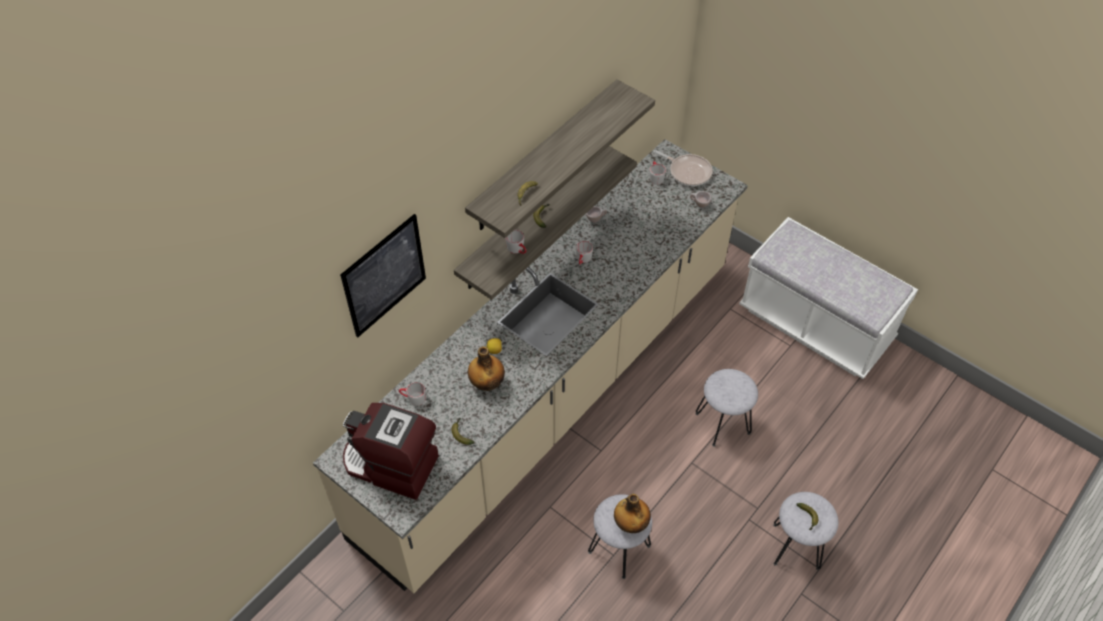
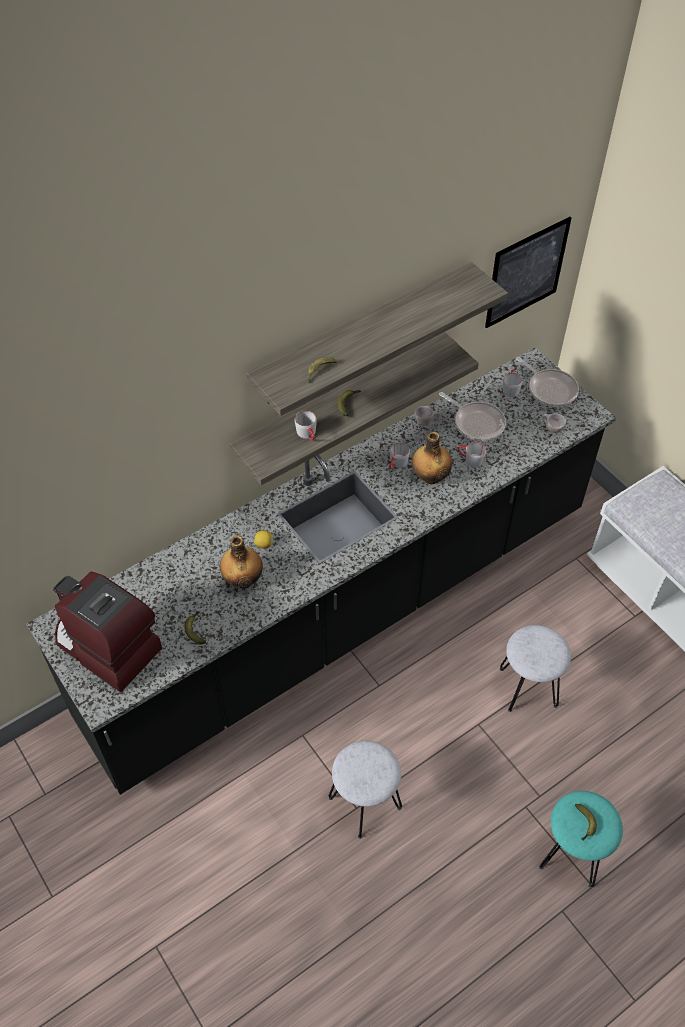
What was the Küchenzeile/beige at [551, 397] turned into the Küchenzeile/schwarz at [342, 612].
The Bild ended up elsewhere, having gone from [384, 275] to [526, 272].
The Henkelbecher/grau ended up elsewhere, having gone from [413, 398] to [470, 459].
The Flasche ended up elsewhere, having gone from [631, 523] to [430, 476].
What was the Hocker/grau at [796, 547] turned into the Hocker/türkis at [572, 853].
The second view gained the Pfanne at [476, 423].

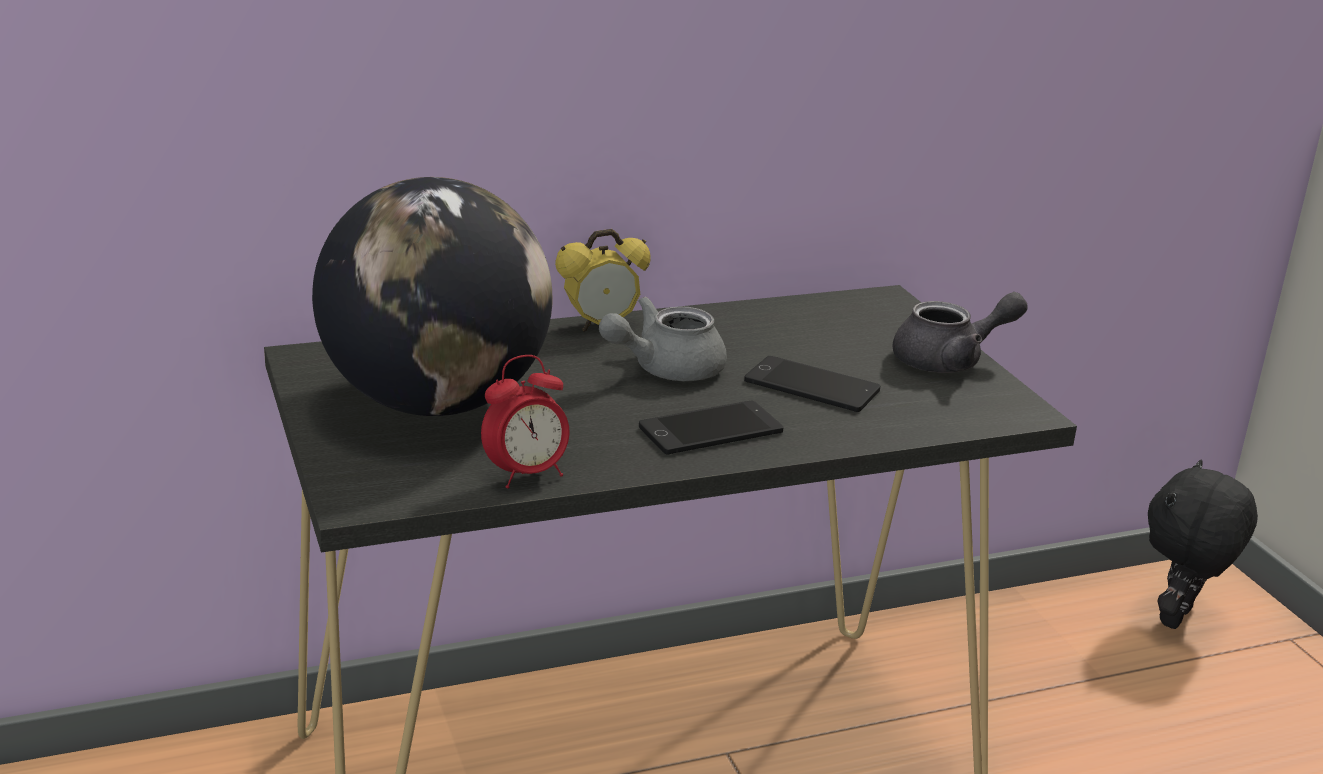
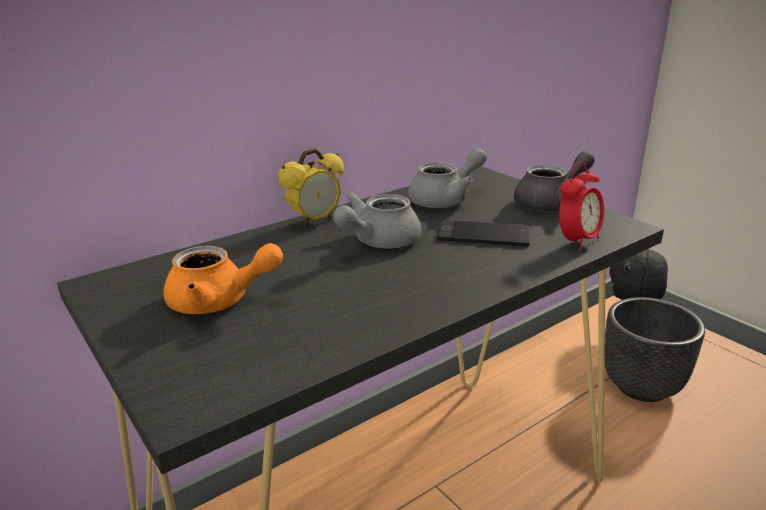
Where the Globus stood at [435, 403], the Teekanne/orange came to stand at [219, 301].
The Wecker ended up elsewhere, having gone from [526, 475] to [577, 241].
The second view lost the Handy at [711, 429].
The second view gained the Teekanne/grau at [446, 200].
The second view gained the Pflanzkübel/schwarz at [642, 386].

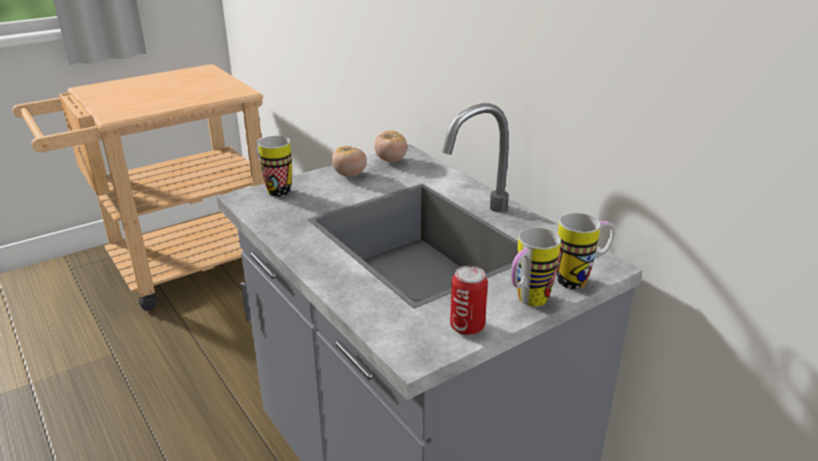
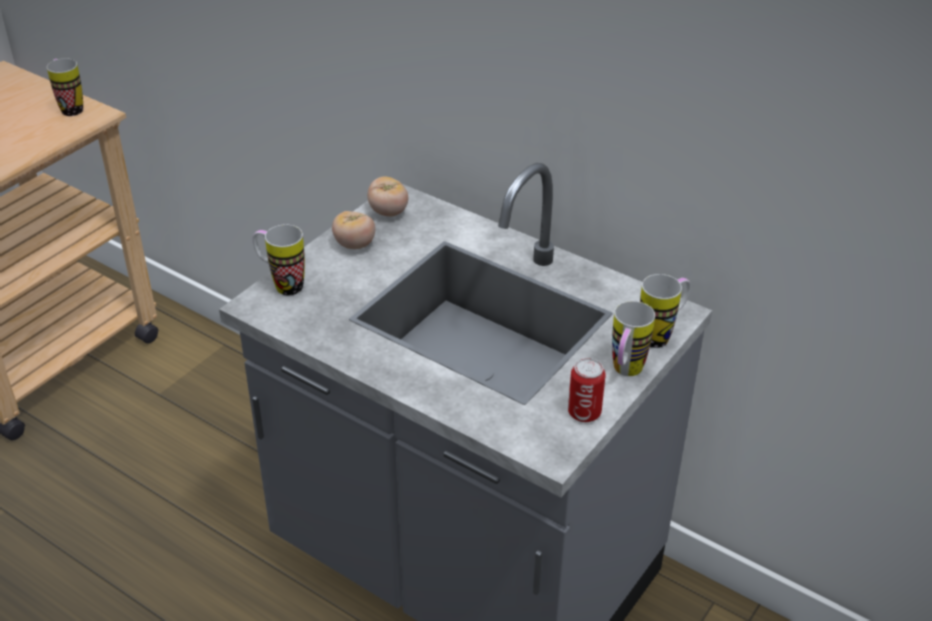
The second view gained the Henkelbecher at [70, 107].

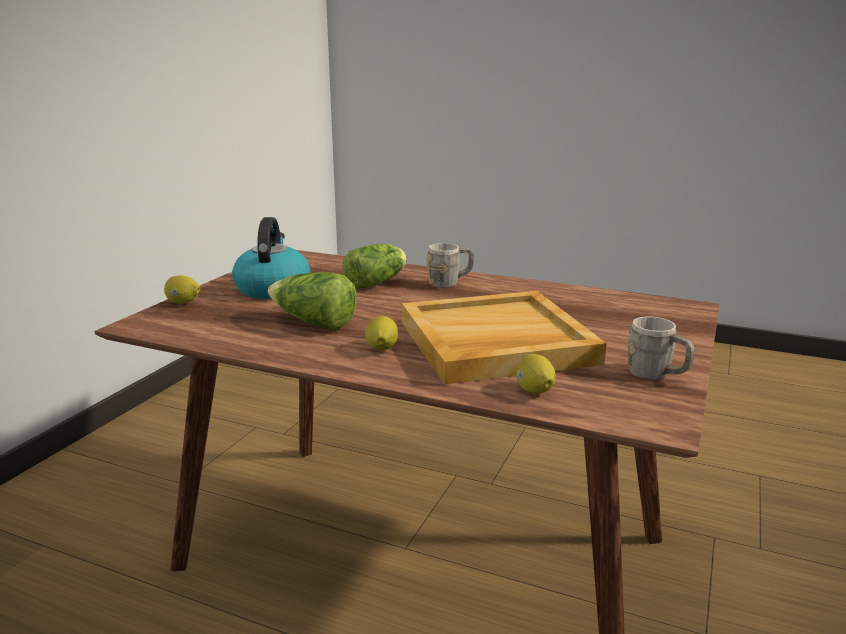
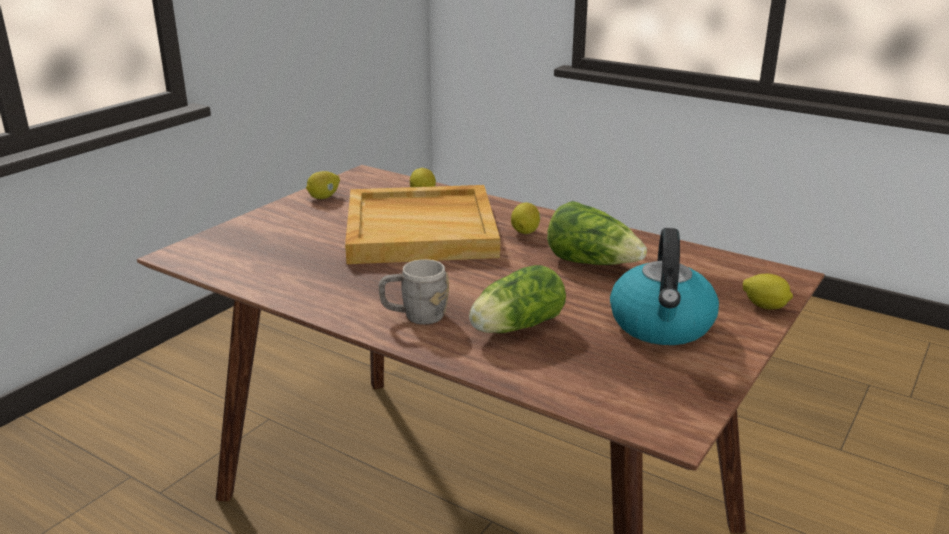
Where the Henkelbecher/grau stood at [656, 375], the Zitrone came to stand at [324, 197].

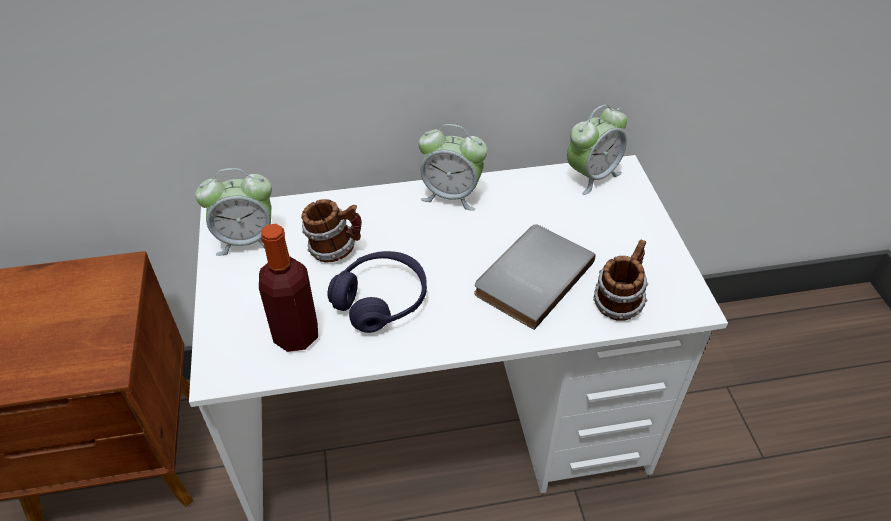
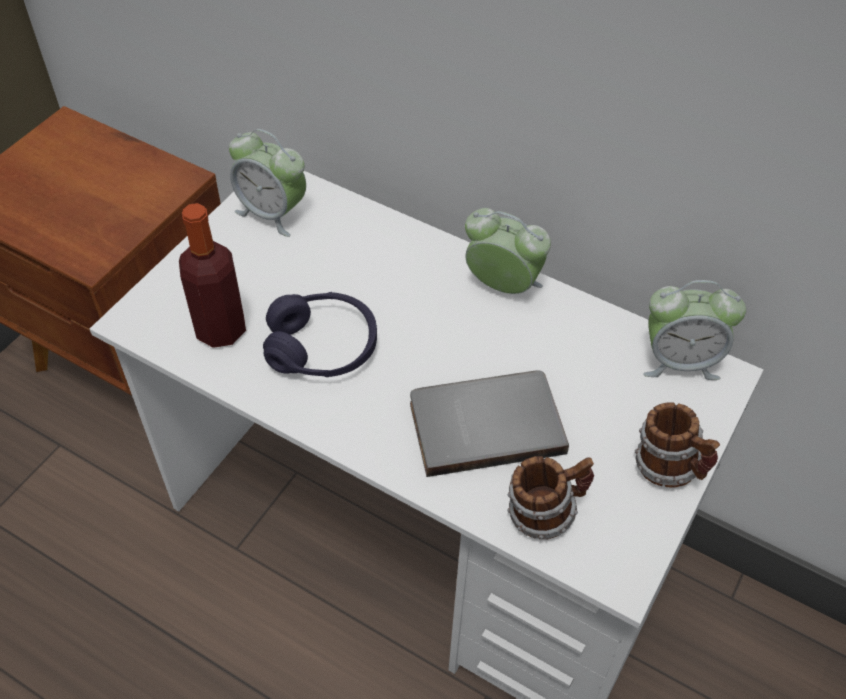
The Henkelbecher ended up elsewhere, having gone from [335, 249] to [669, 468].
The Wecker at [451, 195] ended up facing another way, 150 degrees clockwise from before.

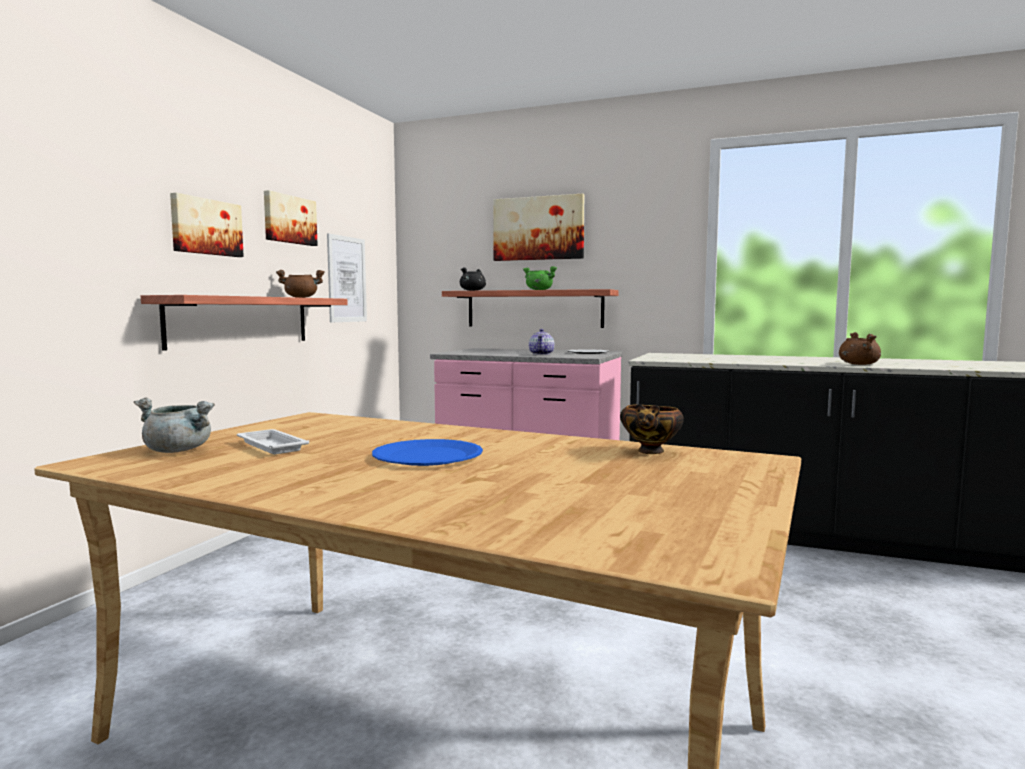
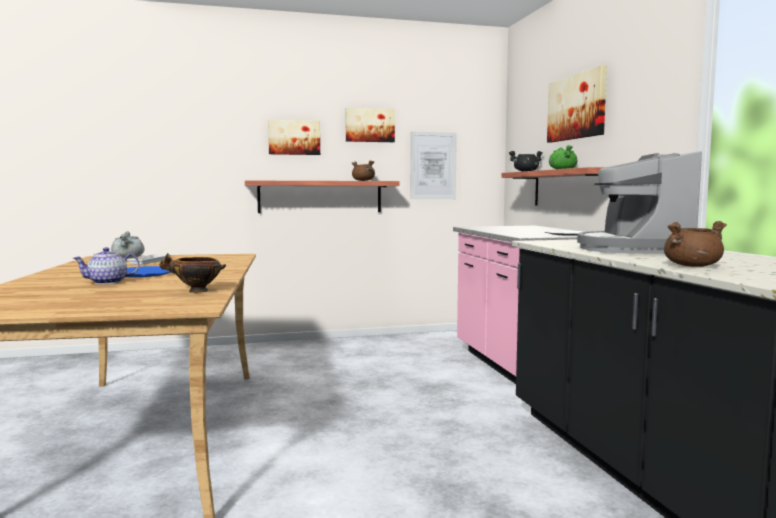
The Teekanne ended up elsewhere, having gone from [541, 354] to [108, 282].
The second view gained the Kaffeemaschine at [633, 249].

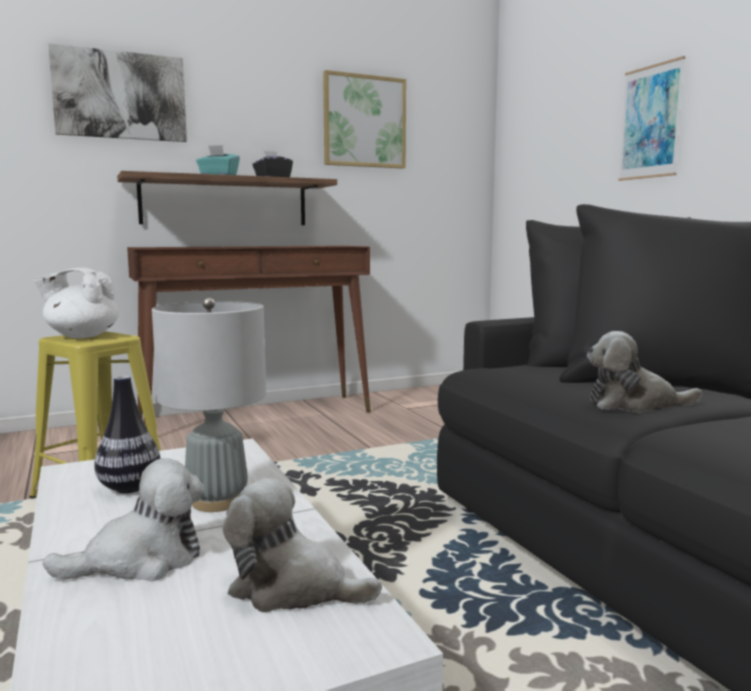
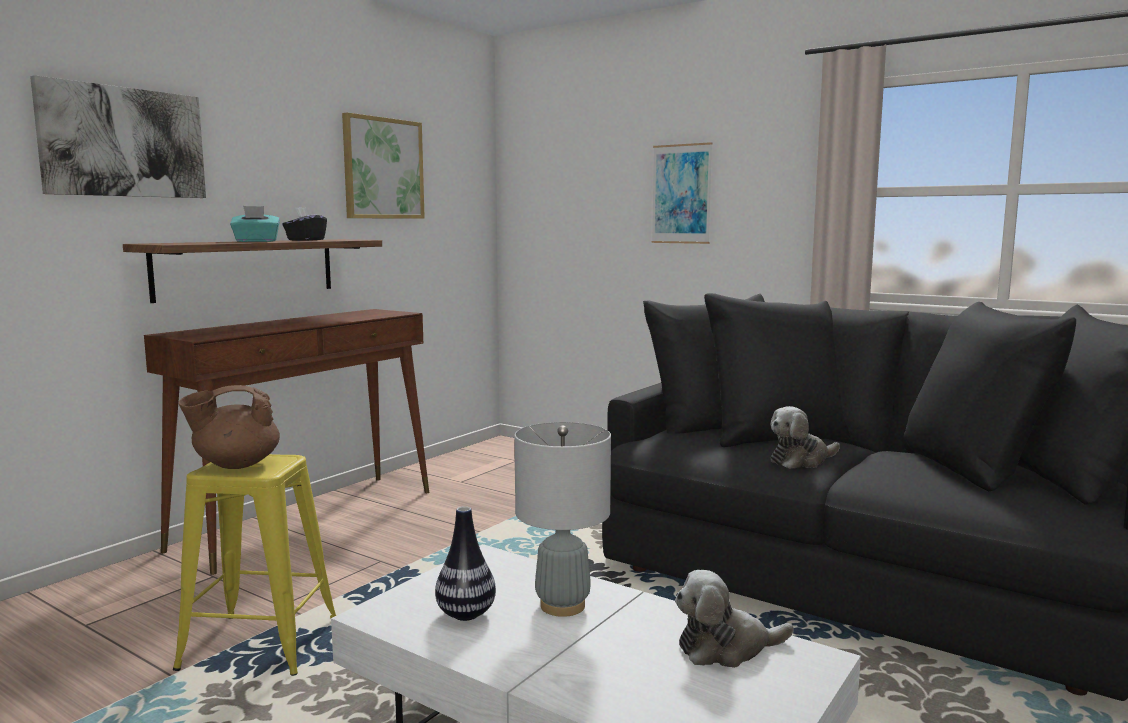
What was the Teekanne/weiß at [81, 336] turned into the Teekanne/braun at [235, 465].
The second view lost the Plüschtier at [141, 560].

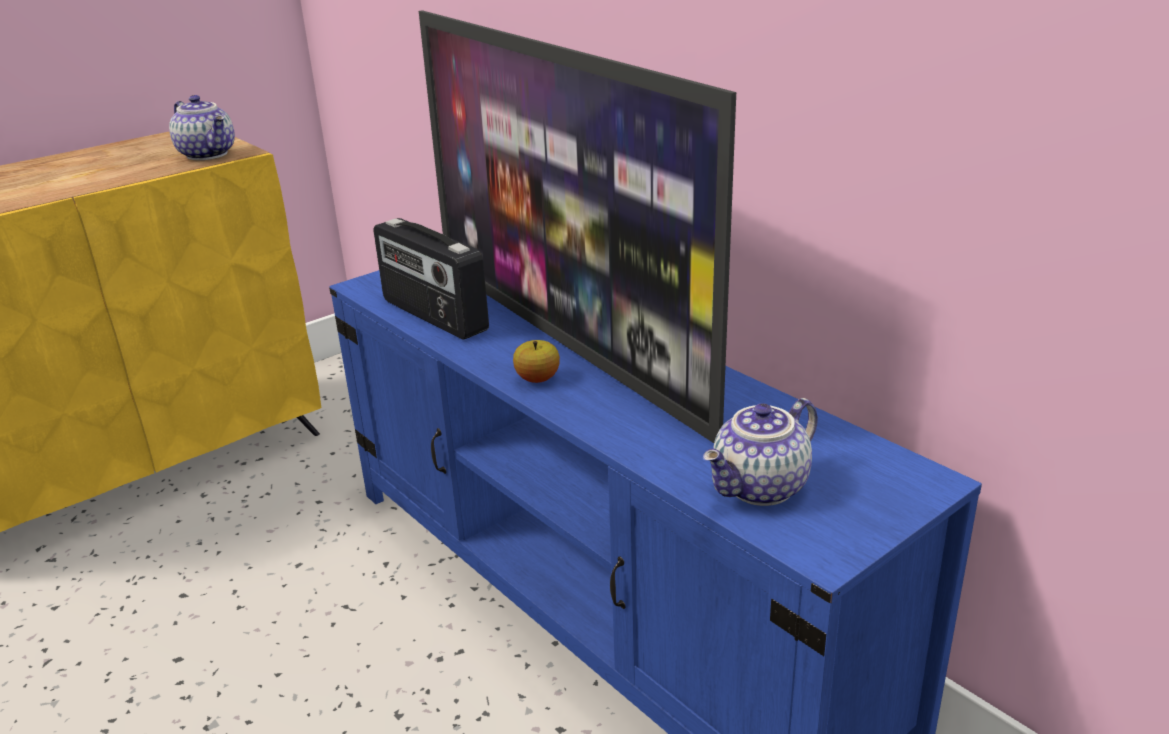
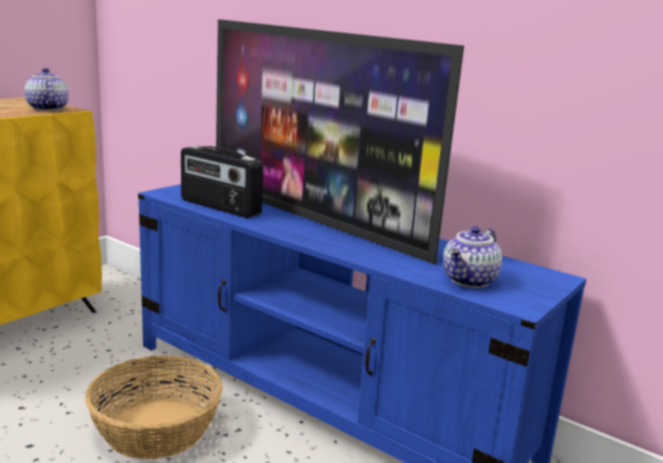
The Teekanne at [209, 154] ended up facing another way, 150 degrees counterclockwise from before.
The second view lost the Apfel at [537, 379].
The second view gained the Korb at [156, 429].

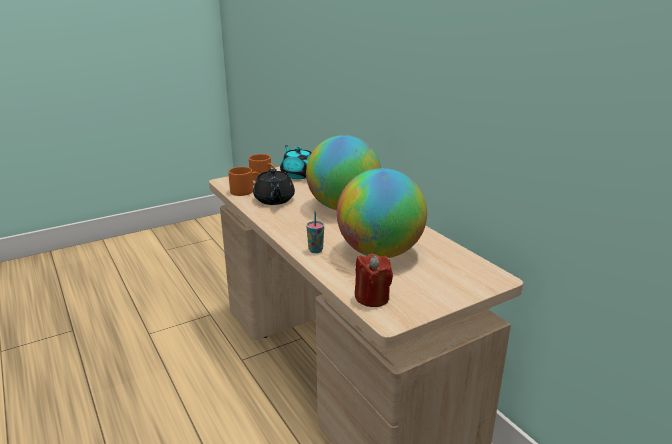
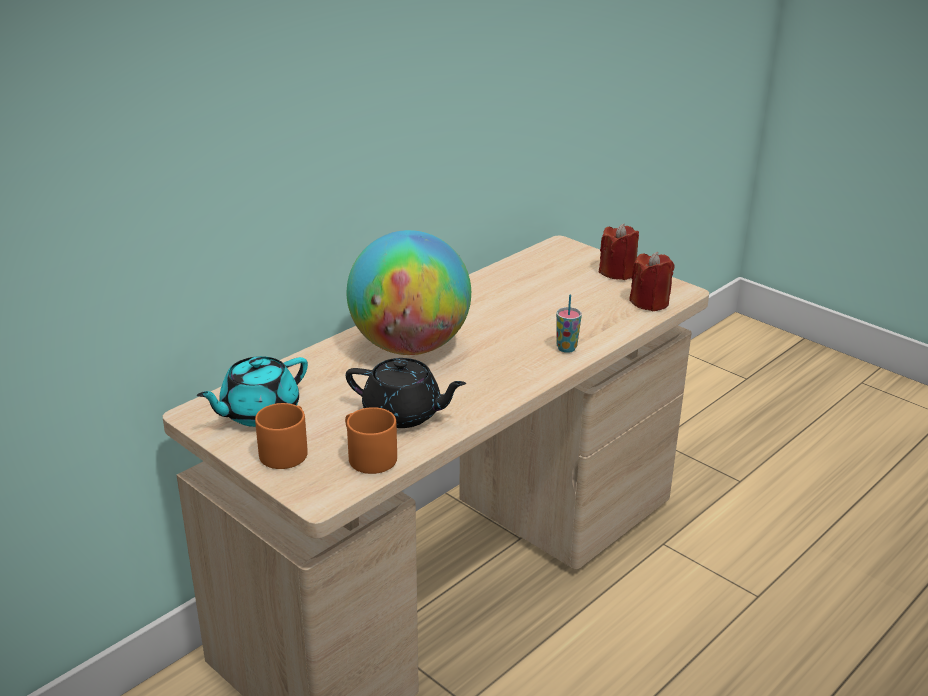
The Teekanne/schwarz at [274, 200] ended up facing another way, 45 degrees clockwise from before.
The second view lost the Globus at [379, 253].
The second view gained the Kerze/rot at [617, 272].

